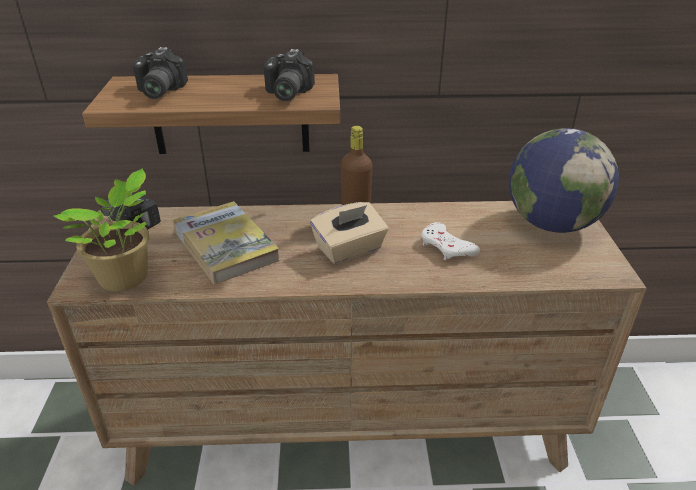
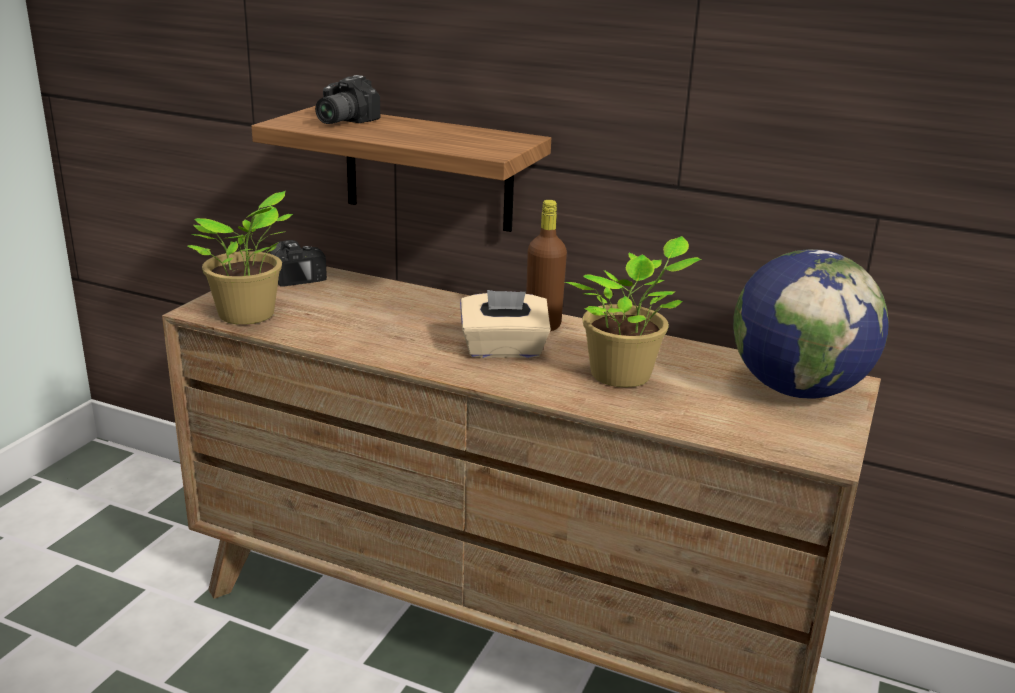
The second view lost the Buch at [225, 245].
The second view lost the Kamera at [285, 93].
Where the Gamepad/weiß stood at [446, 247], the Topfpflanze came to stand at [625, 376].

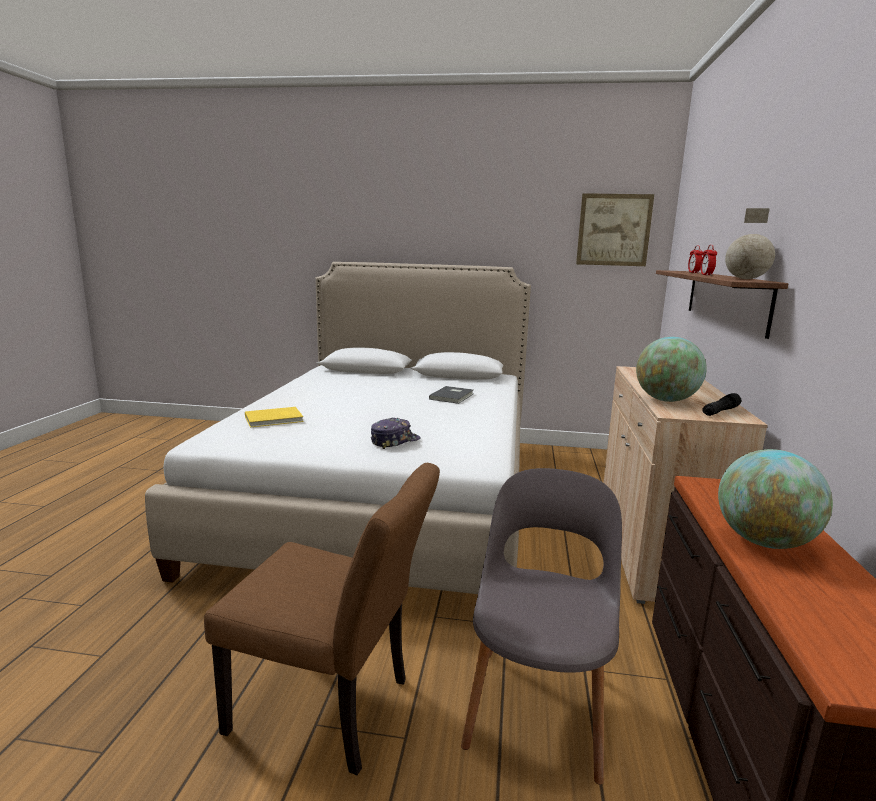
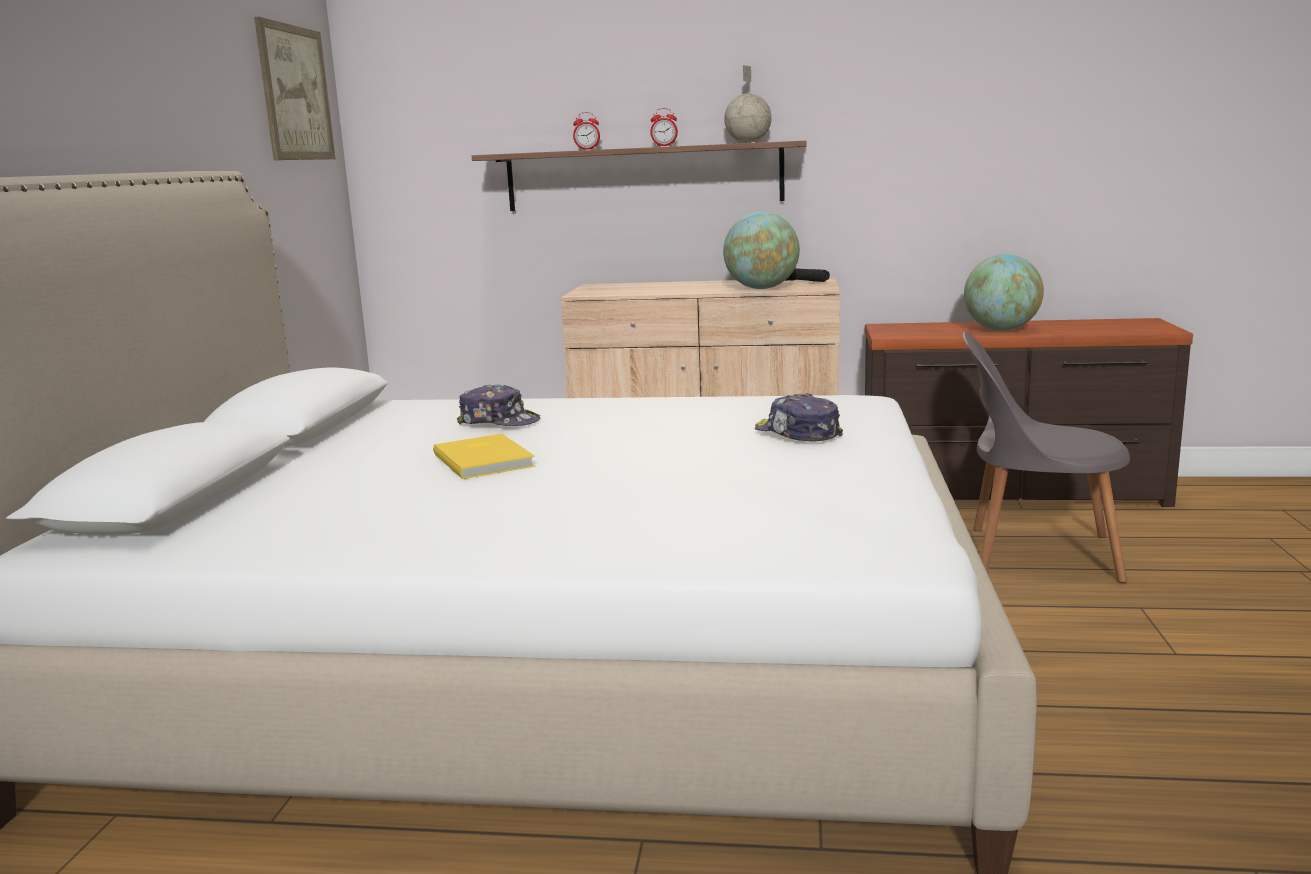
The second view lost the Stuhl/braun at [332, 709].
The Buch/gelb ended up elsewhere, having gone from [275, 419] to [485, 459].
Where the Buch/grau stood at [453, 396], the Kappe came to stand at [499, 421].

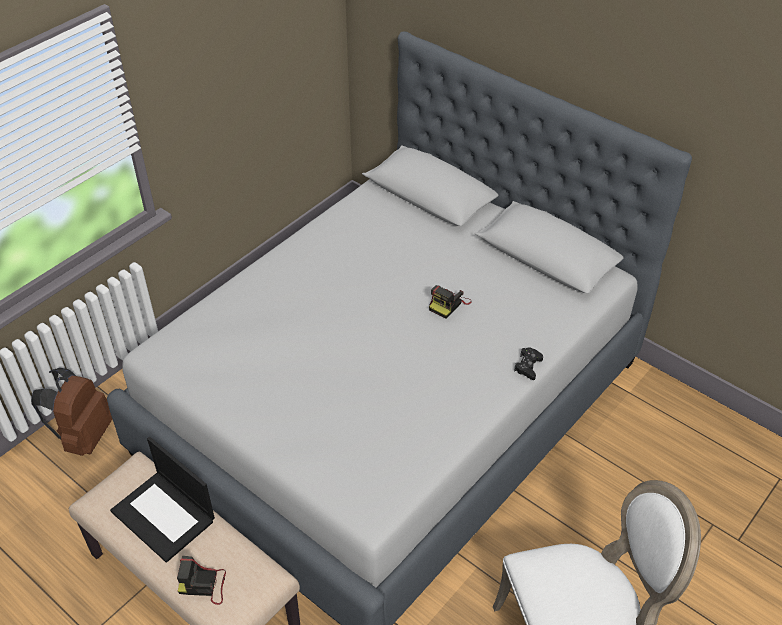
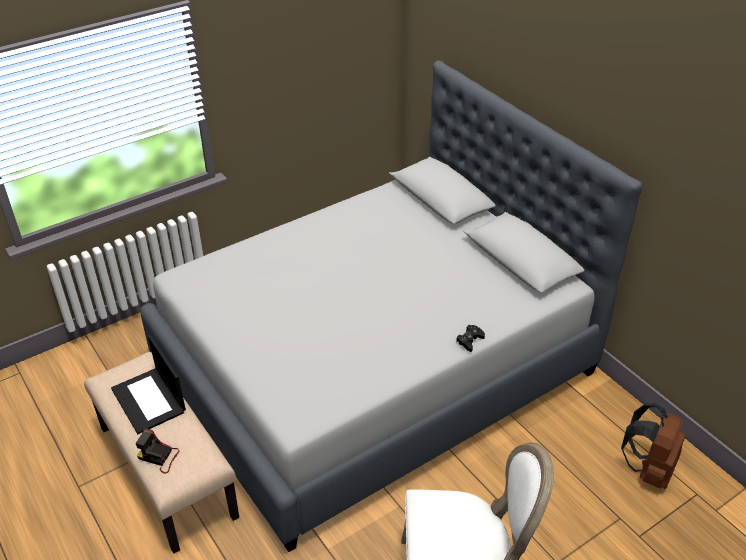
The Rucksack/braun ended up elsewhere, having gone from [83, 436] to [649, 469].
The second view lost the Kamera at [449, 304].

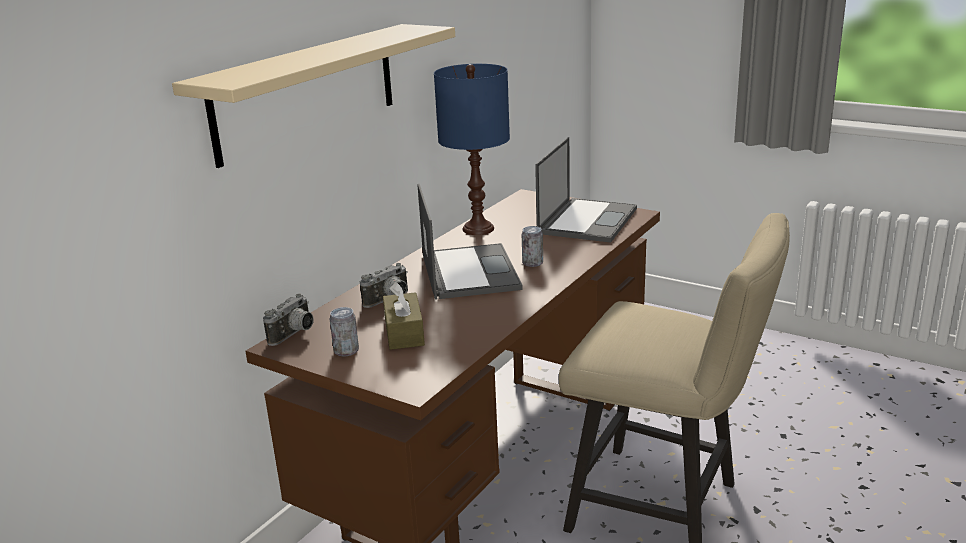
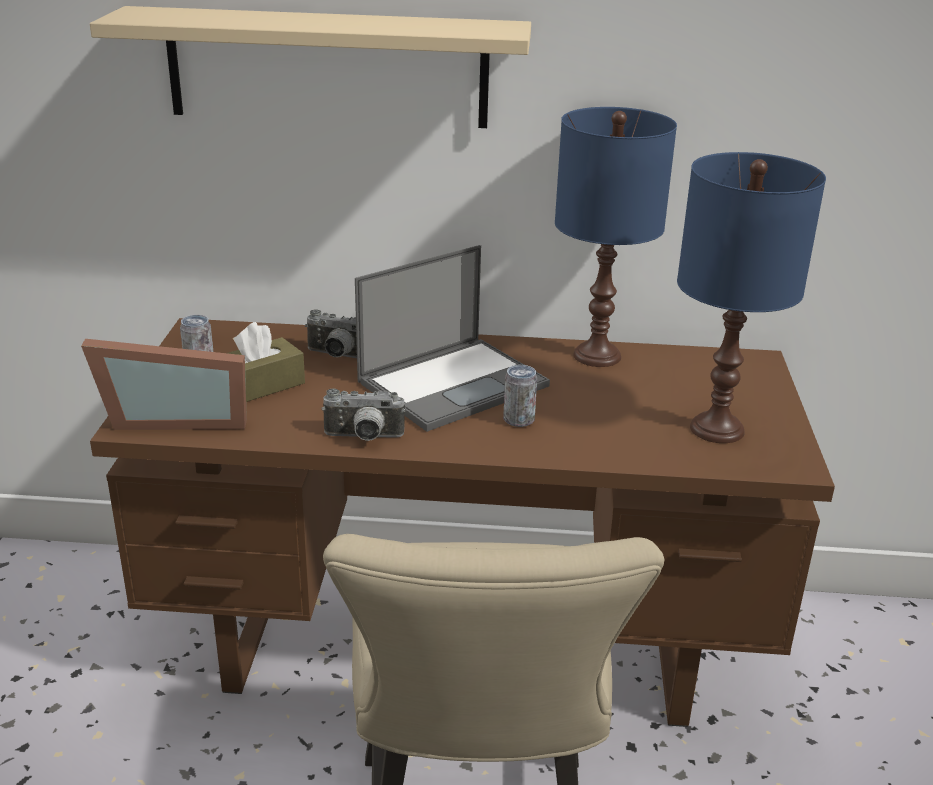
The Kamera ended up elsewhere, having gone from [295, 334] to [363, 438].
Where the Laptop stood at [587, 220], the Tischlampe/blau came to stand at [717, 428].
The second view gained the Bilderrahmen at [176, 418].

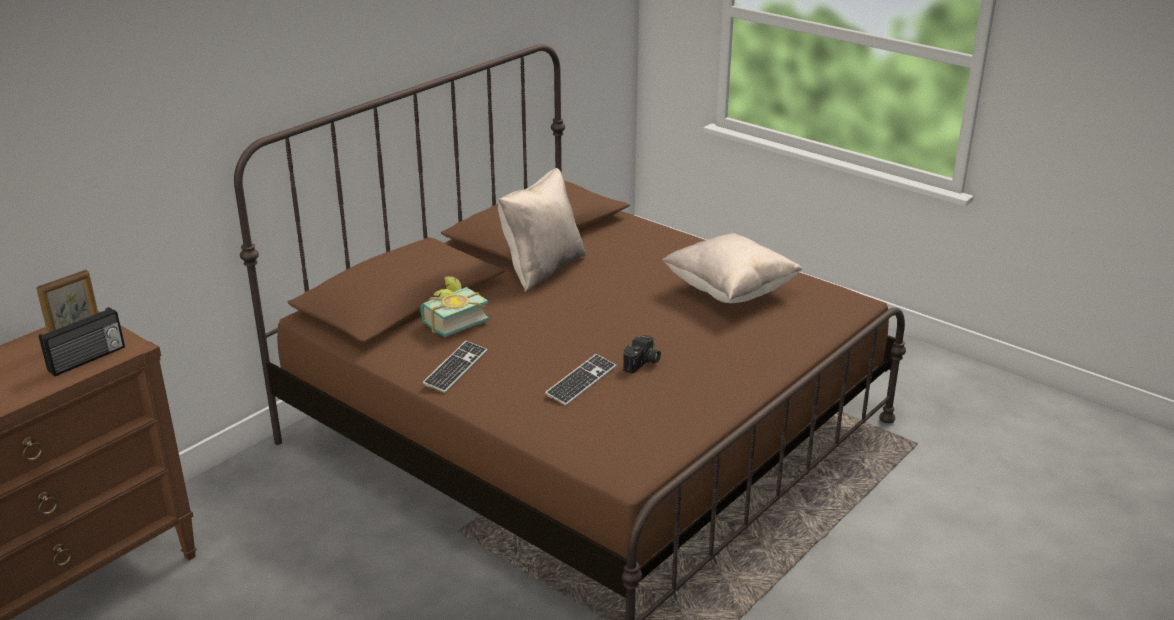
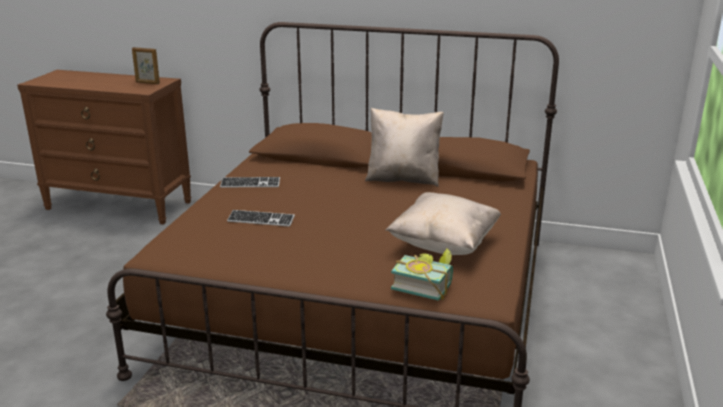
The second view lost the Radio at [87, 359].
The Buch ended up elsewhere, having gone from [451, 321] to [424, 285].
The second view lost the Kamera at [642, 363].

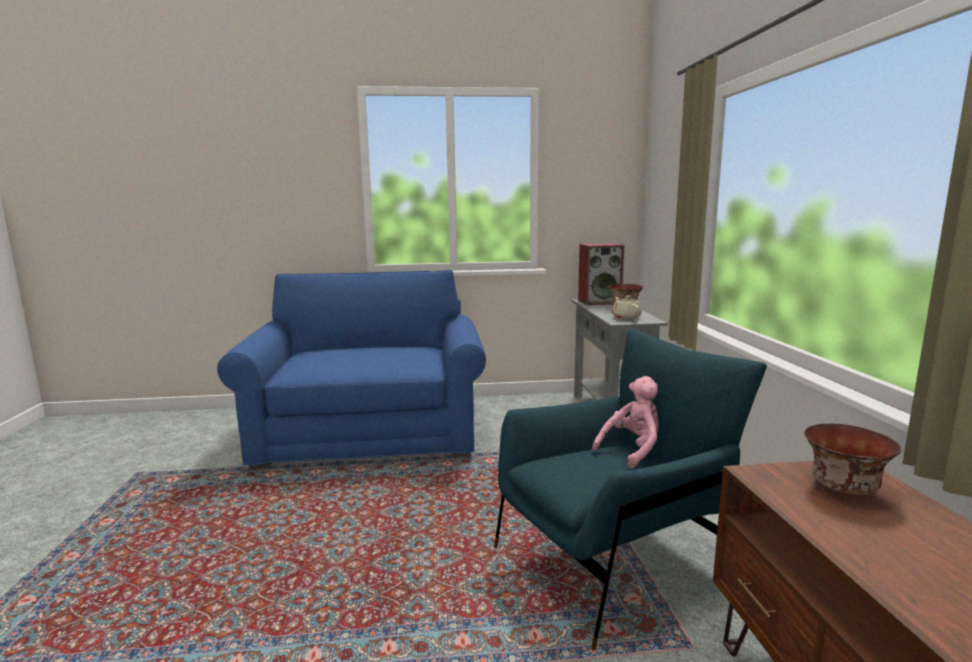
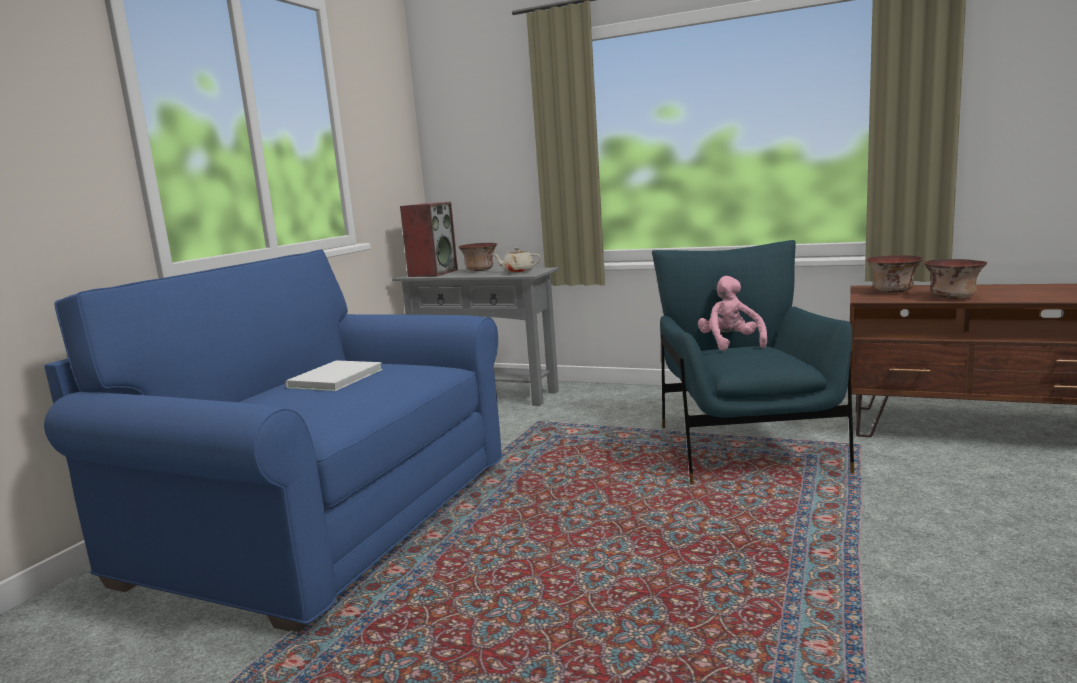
The second view gained the Buch/weiß at [332, 379].
The second view gained the Schüssel at [951, 297].

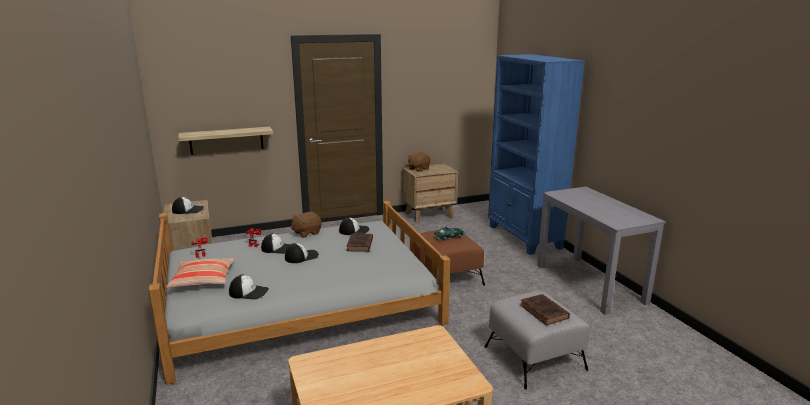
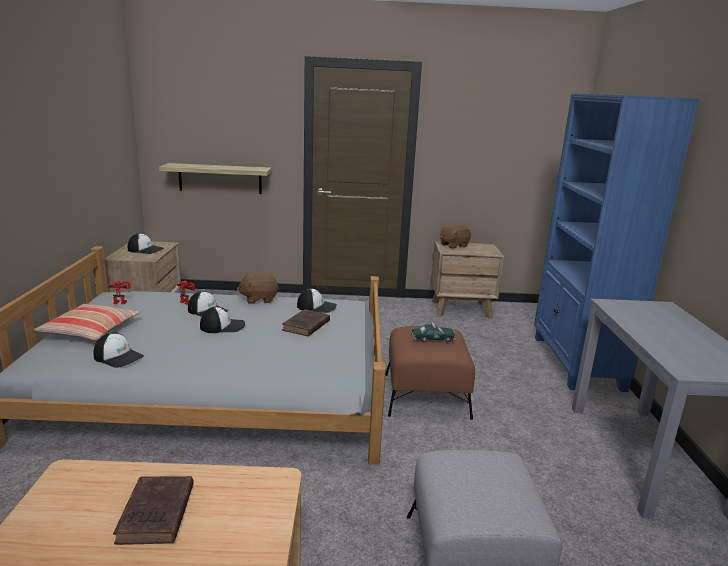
The Buch/braun ended up elsewhere, having gone from [545, 312] to [156, 515].

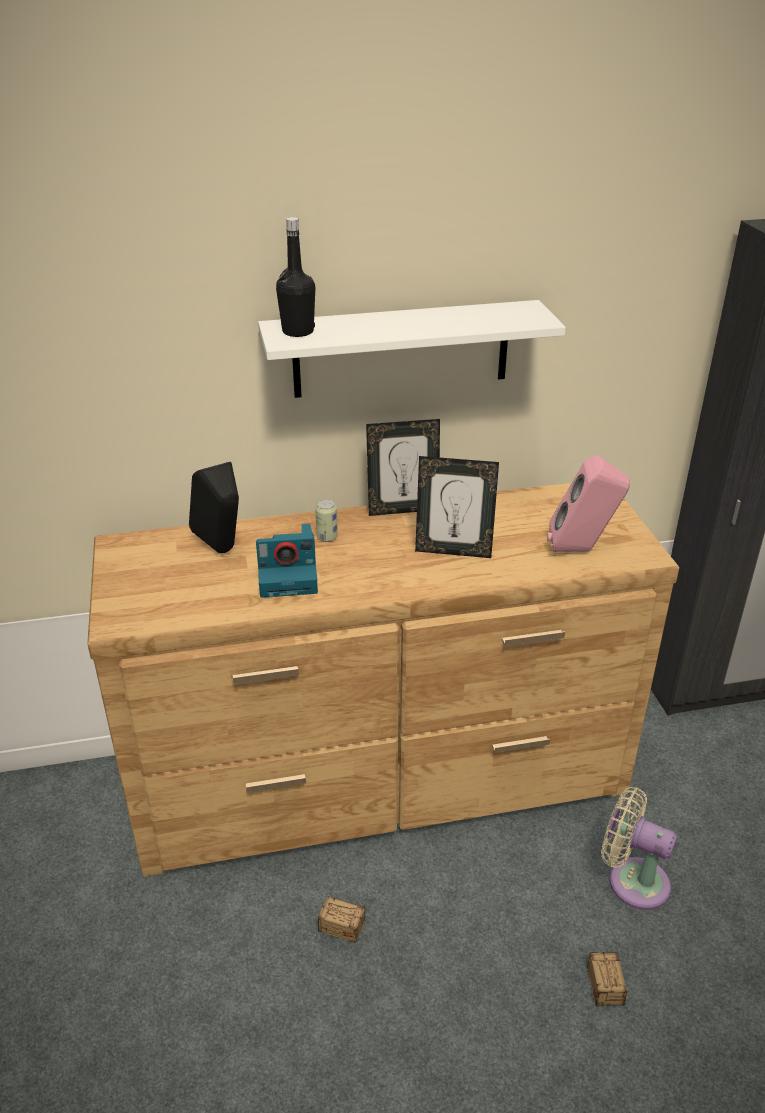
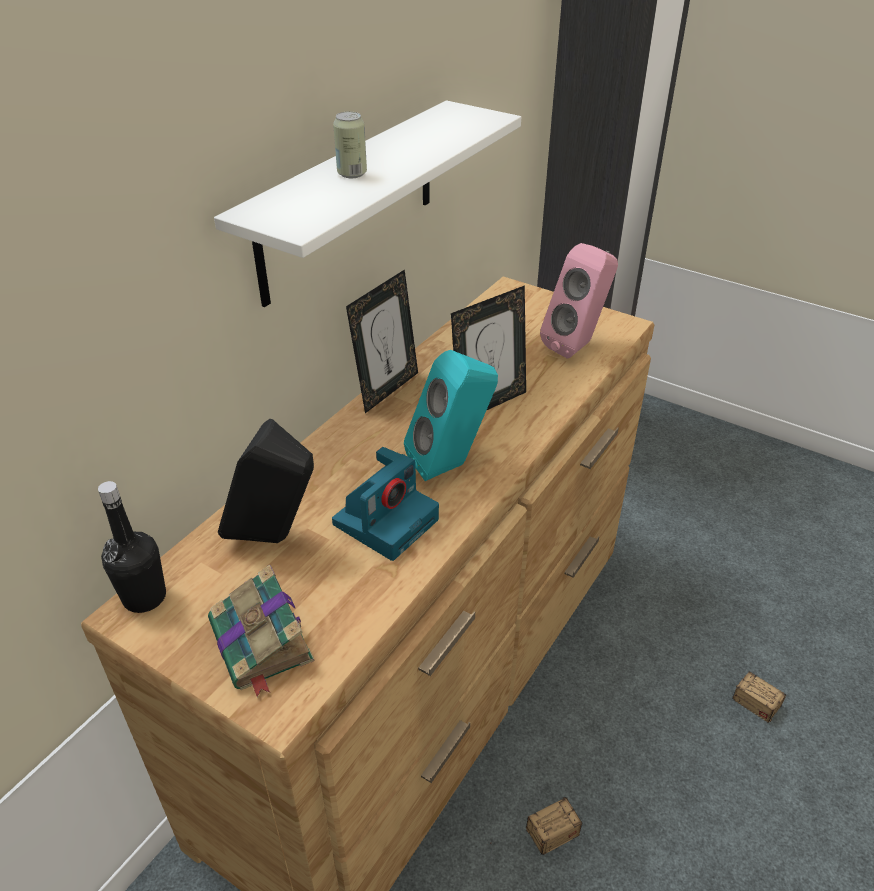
The Flasche/schwarz ended up elsewhere, having gone from [298, 331] to [144, 597].
The Dose ended up elsewhere, having gone from [327, 537] to [352, 174].
The second view lost the Ventilator/beige at [632, 880].
The second view gained the Buch at [262, 643].
The second view gained the Lautsprecher/türkis at [451, 465].

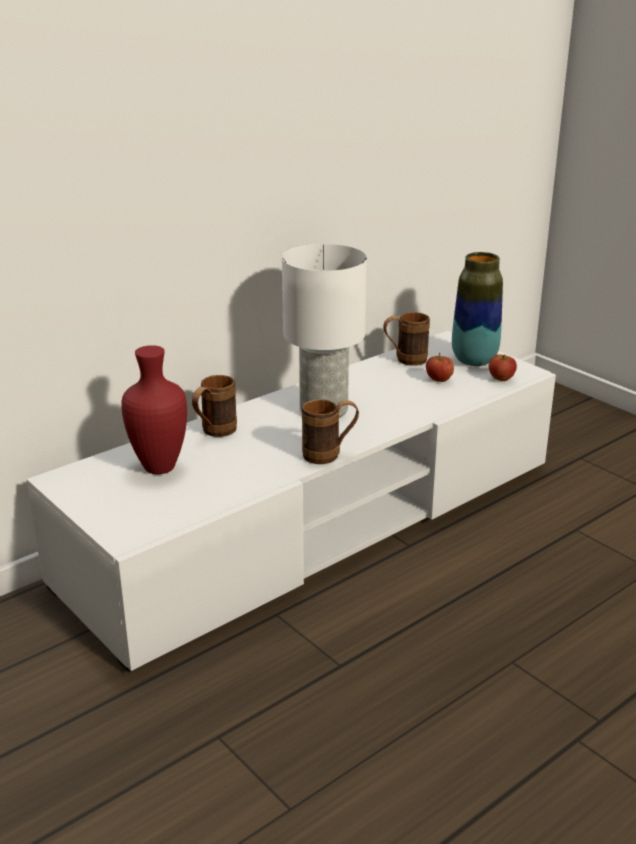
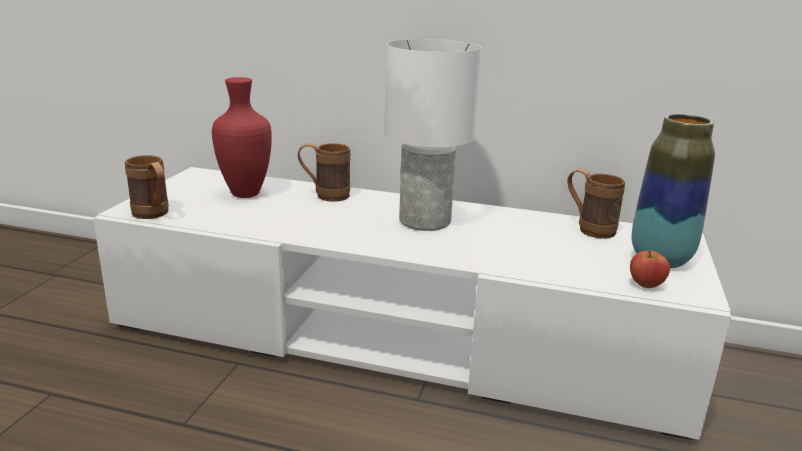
The Henkelbecher/braun ended up elsewhere, having gone from [329, 455] to [154, 215].
The second view lost the Apfel at [439, 380].

